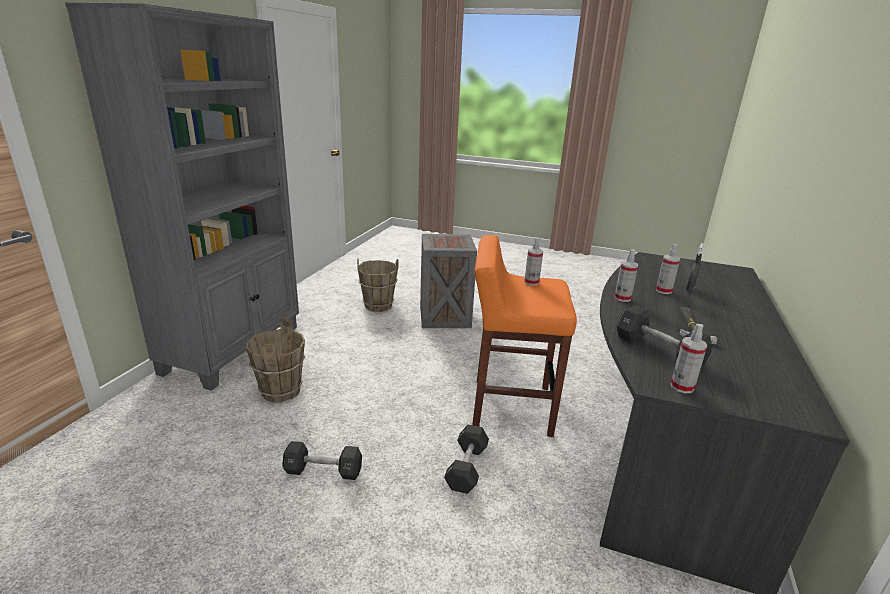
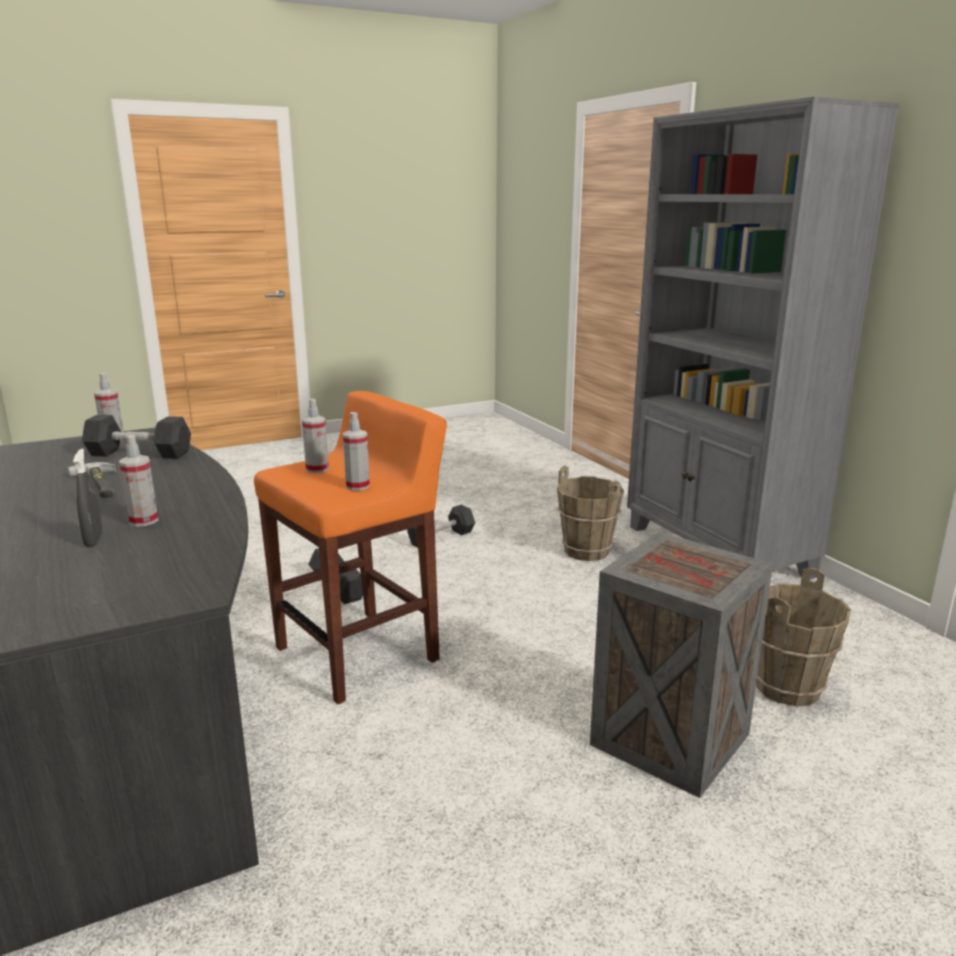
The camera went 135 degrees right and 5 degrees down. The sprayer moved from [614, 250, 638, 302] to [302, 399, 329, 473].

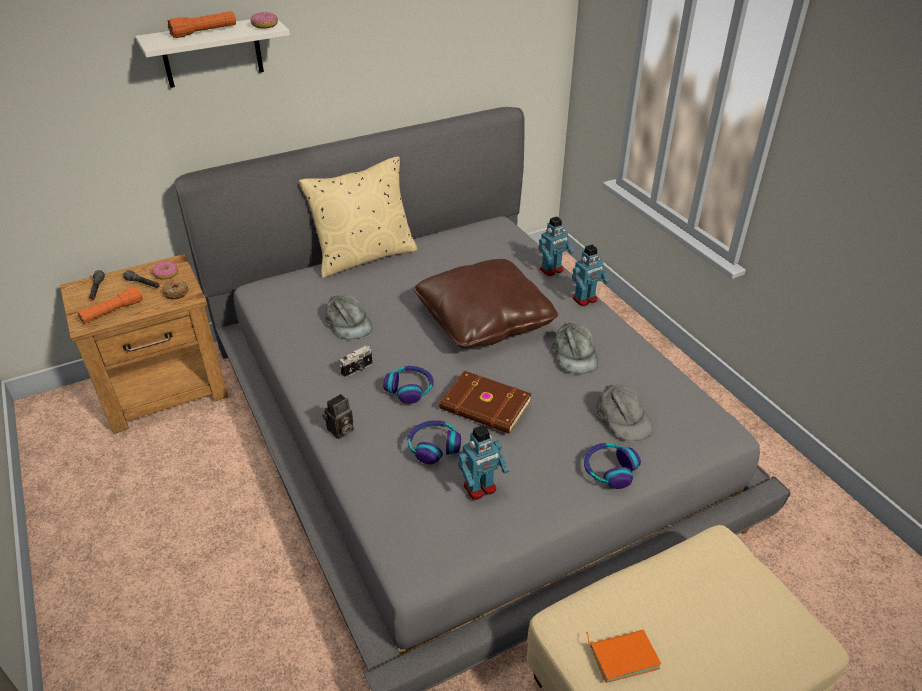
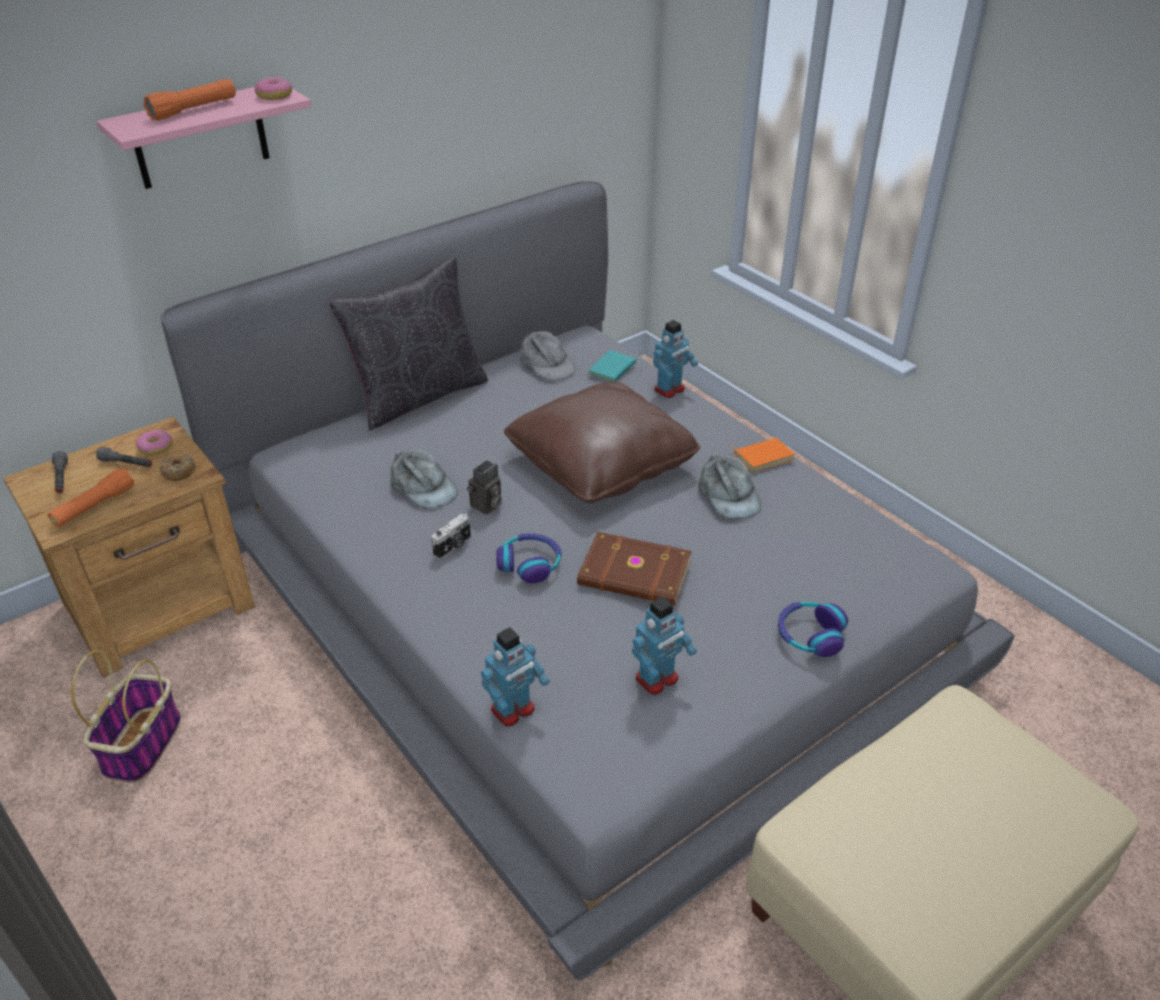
The camera went 10 degrees left and 0 degrees up. The headset at [407, 420, 461, 464] disappeared. The household basket at [71, 650, 181, 783] appeared. The book/blue-green at [588, 350, 644, 382] appeared. The still camera moved from [322, 394, 354, 439] to [467, 460, 502, 515]. The model robot moved from [572, 245, 609, 306] to [481, 627, 550, 727]. The book/orange moved from [586, 630, 661, 683] to [730, 438, 795, 472]. The baseball cap/grey moved from [596, 385, 653, 441] to [520, 331, 576, 380]. The shelf/whitish at [135, 19, 290, 88] became the shelf/pinkish at [96, 87, 311, 189]. The cushion/sand-coloured at [299, 157, 417, 278] became the cushion/blackish at [329, 258, 488, 430].

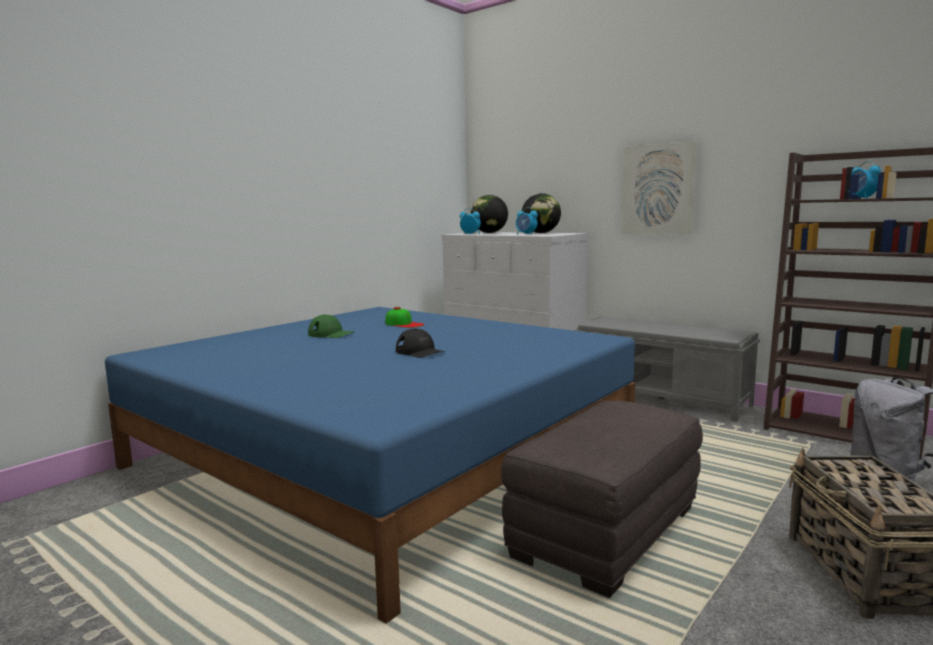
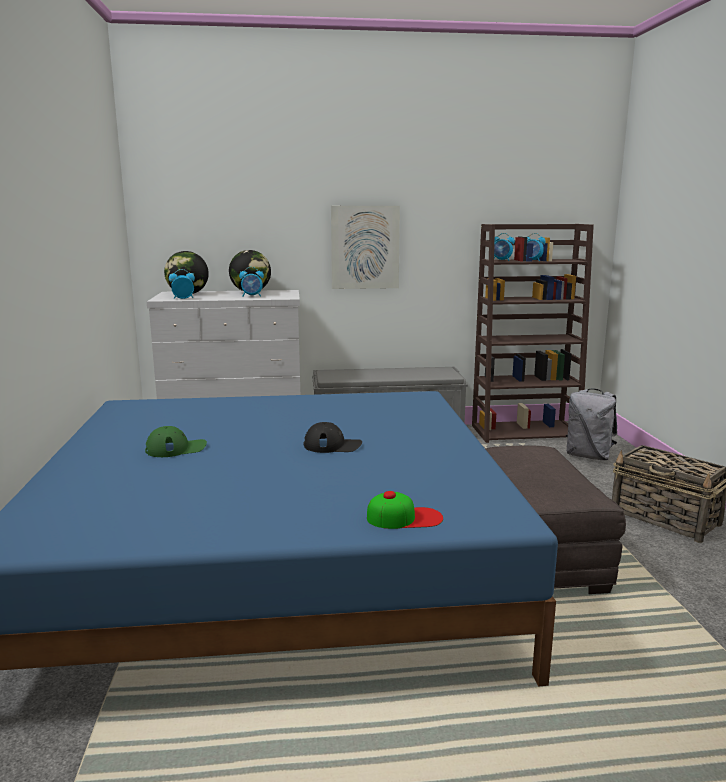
The camera went 45 degrees left and 5 degrees up. The bedside clock at [494, 233, 515, 261] appeared. The baseball cap moved from [385, 307, 424, 328] to [367, 491, 443, 529].

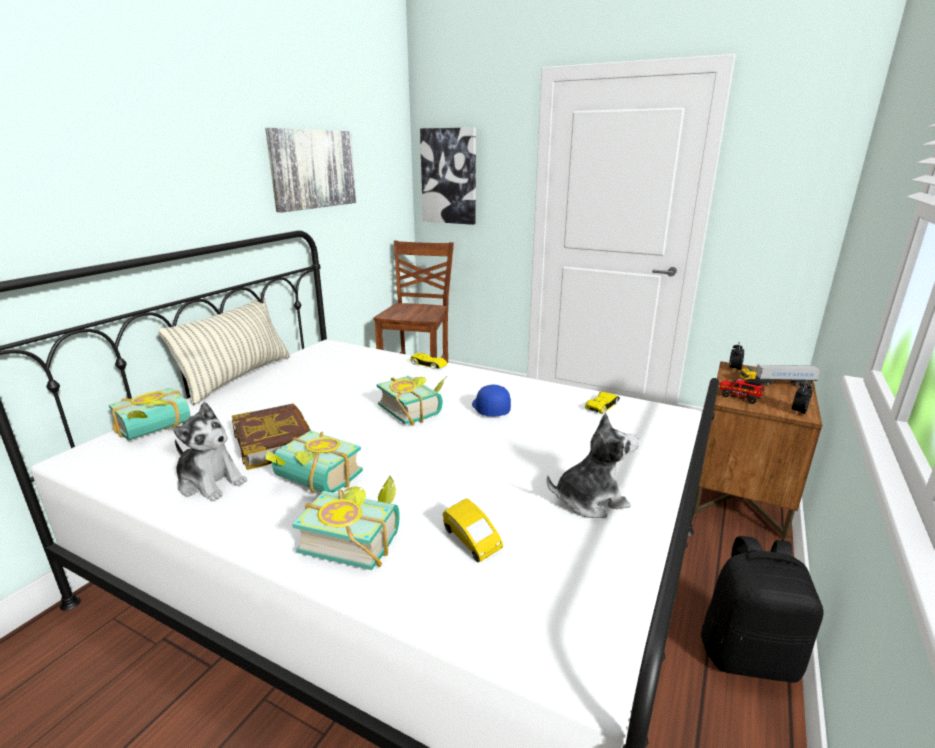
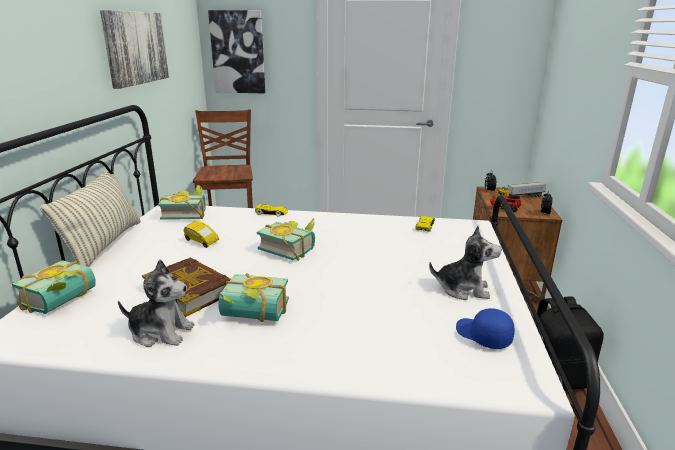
The camera went 20 degrees left and 0 degrees up. The book moved from [292, 476, 400, 570] to [158, 185, 206, 220]. The miniature car/yellow moved from [443, 498, 503, 562] to [184, 221, 219, 248]. The baseball cap/blue-coloured moved from [472, 385, 511, 417] to [456, 308, 515, 349]. The cuddly toy at [547, 413, 639, 518] turned 45 degrees clockwise.

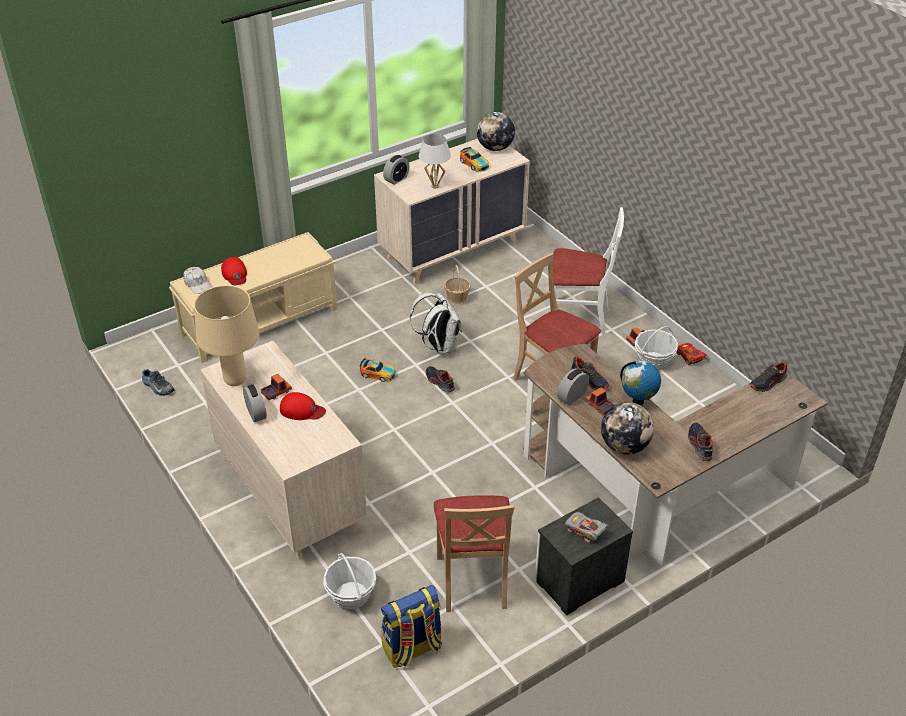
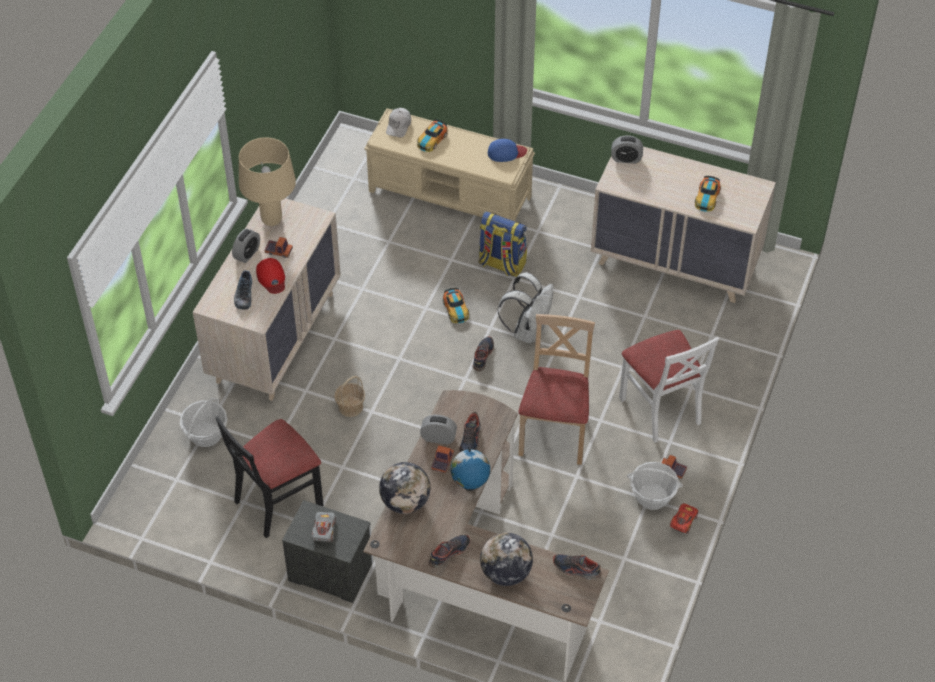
The camera went 55 degrees right and 10 degrees up. The table lamp/whitish at [419, 134, 451, 189] disappeared. The baseball cap/blue-coloured at [488, 139, 527, 162] appeared. The low shoe moved from [142, 369, 175, 396] to [234, 270, 252, 309]. The knapsack moved from [381, 585, 442, 668] to [478, 211, 527, 277]. The household basket moved from [444, 265, 470, 305] to [334, 376, 365, 417]. The world globe moved from [477, 112, 515, 151] to [480, 533, 533, 586]. The baseball cap/reddish at [221, 257, 247, 285] was replaced by the miniature car at [417, 119, 447, 152]. The chair/sand-coloured at [434, 495, 514, 612] became the chair/blackish at [216, 416, 324, 538].

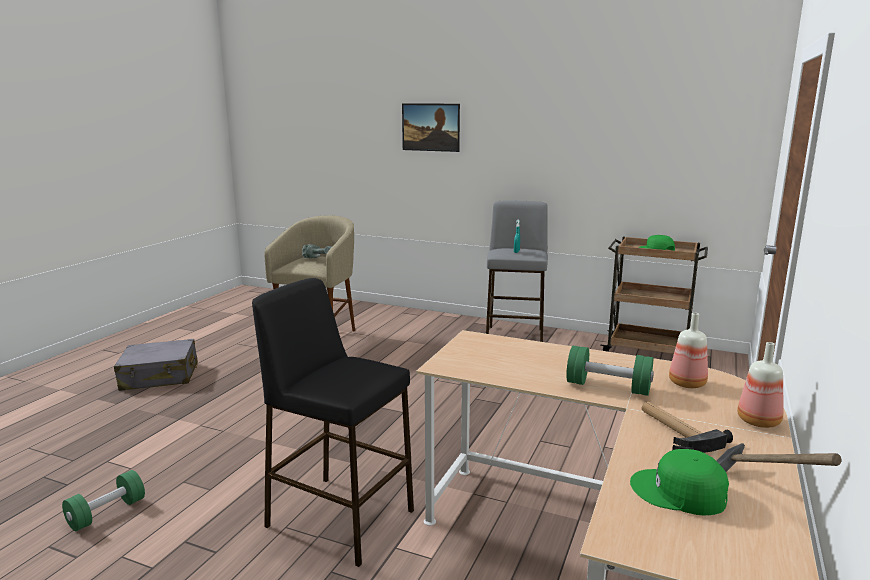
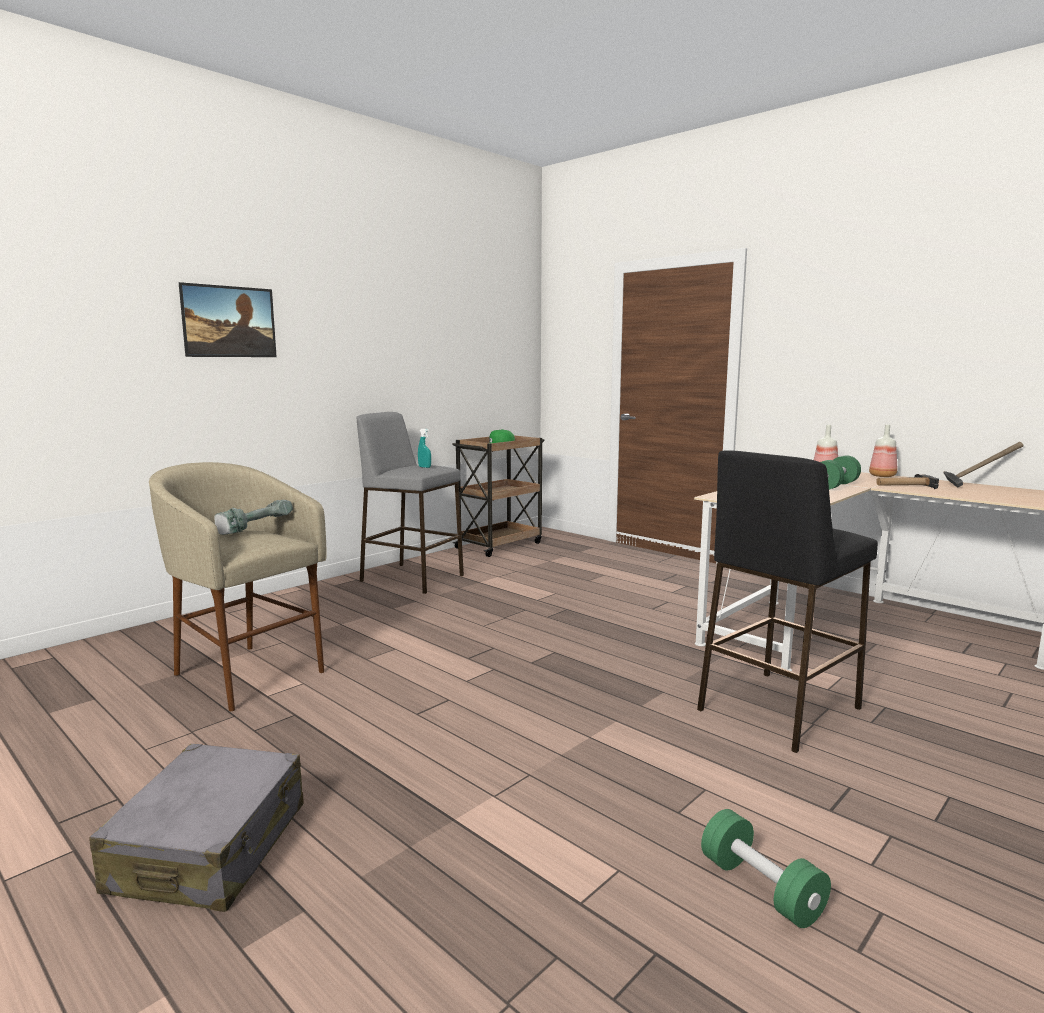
The camera went 70 degrees left and 5 degrees down. The baseball cap/green-coloured at [630, 449, 729, 515] disappeared.

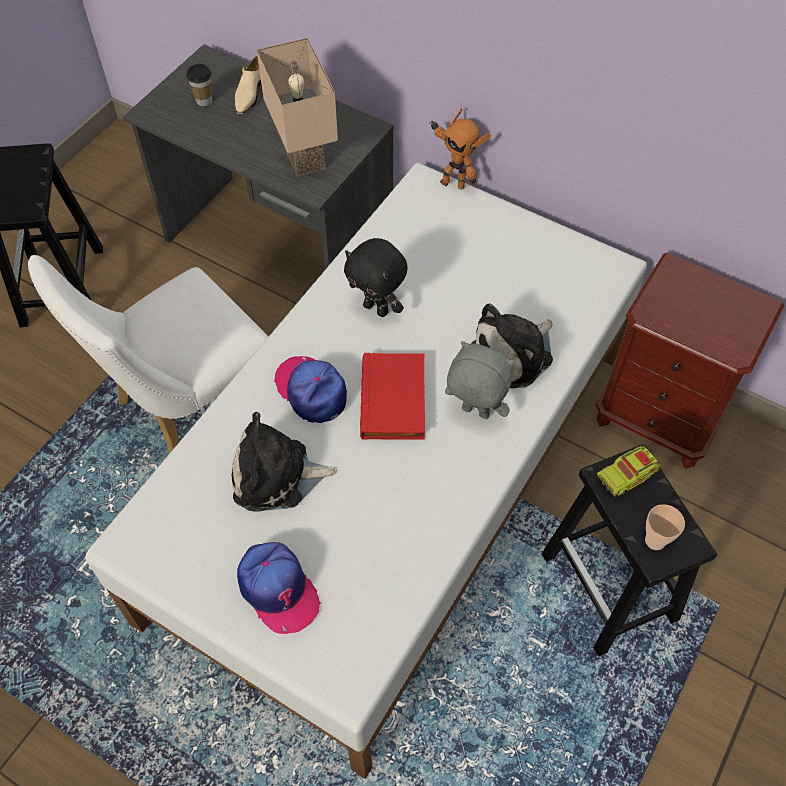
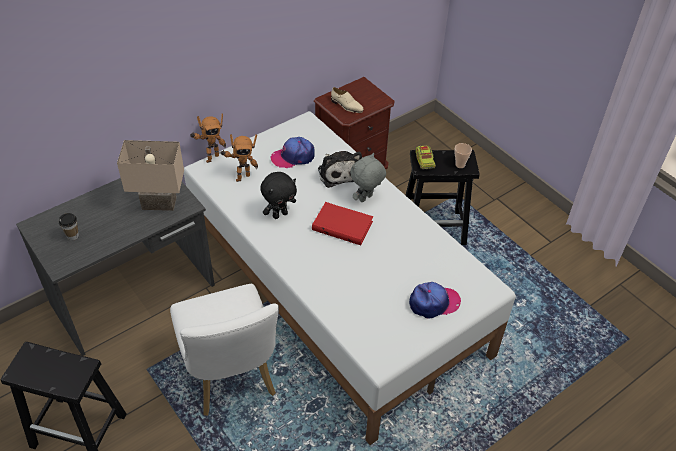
The camera went 70 degrees left and 10 degrees down. The cuddly toy at [232, 412, 337, 512] disappeared. The model robot at [221, 134, 258, 182] appeared. The low shoe/sand-coloured moved from [235, 56, 262, 114] to [331, 87, 364, 113]. The baseball cap moved from [274, 356, 347, 423] to [270, 137, 315, 168].

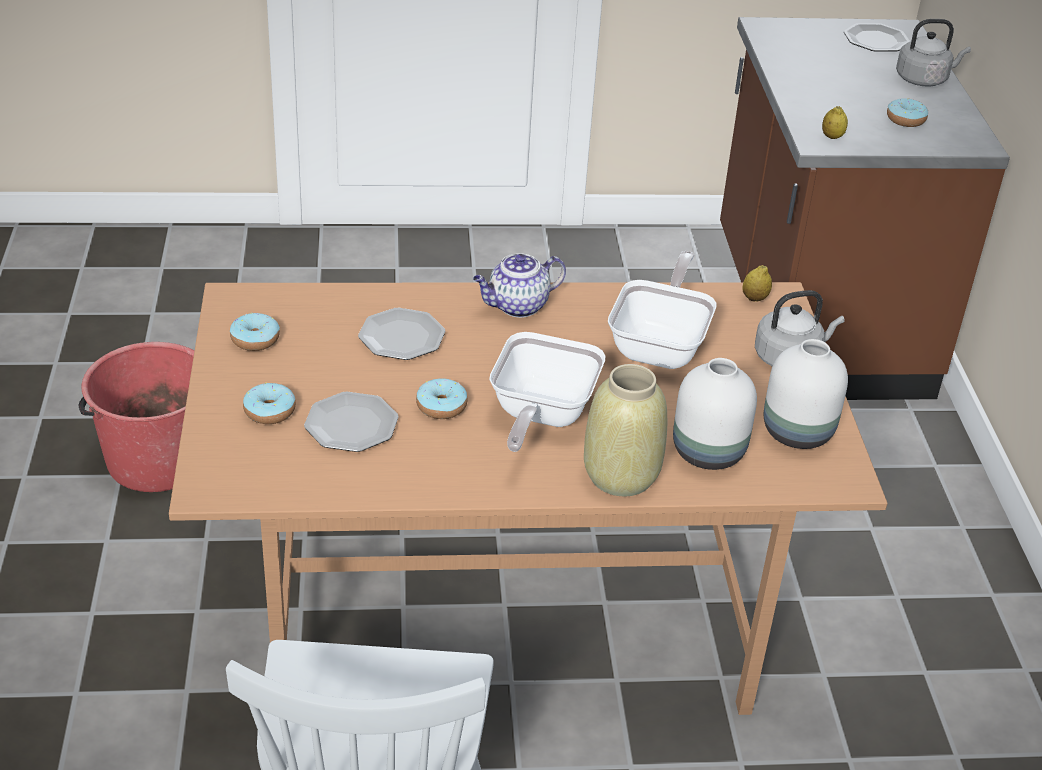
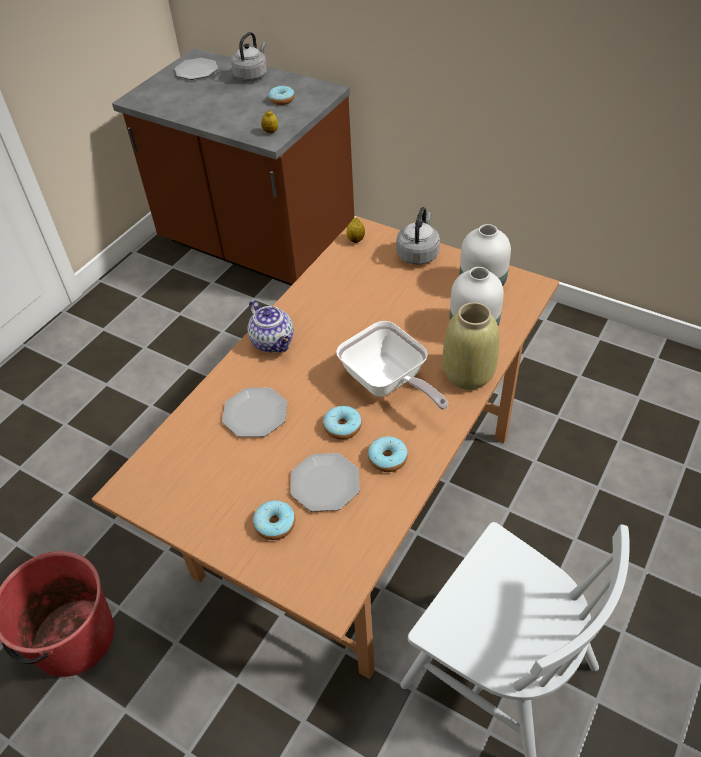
The camera went 50 degrees left and 10 degrees up. The frying pan at [608, 251, 717, 369] disappeared. The doughnut moved from [230, 313, 280, 351] to [368, 436, 408, 472]. The tea pot at [473, 253, 566, 318] turned 45 degrees counterclockwise.

